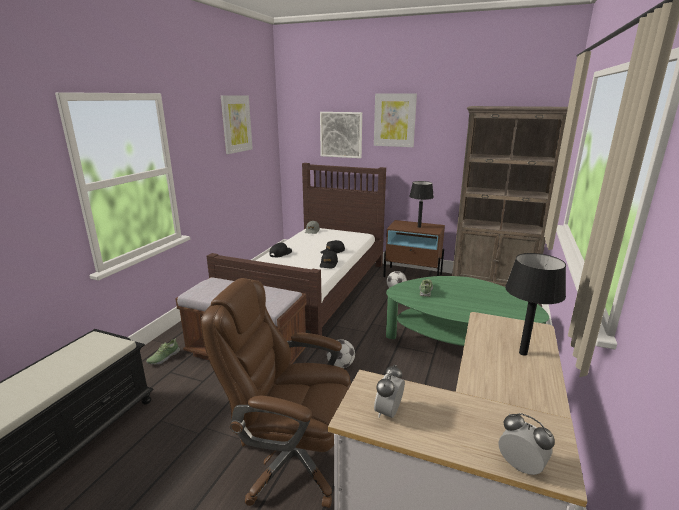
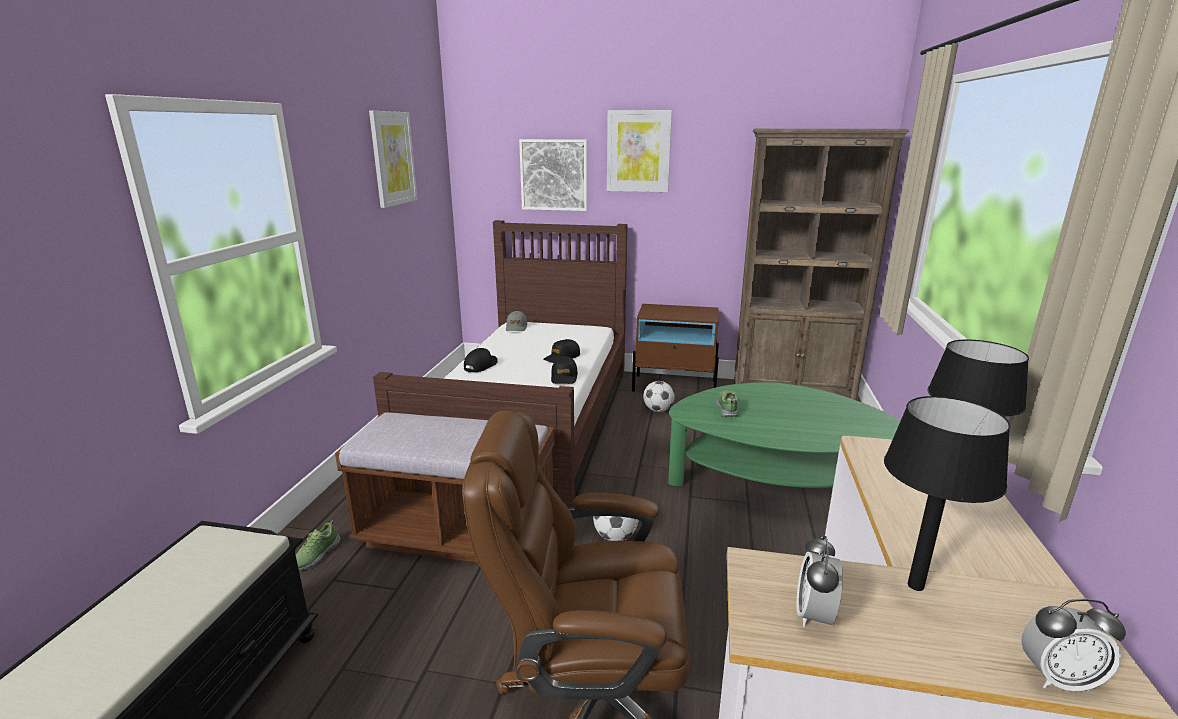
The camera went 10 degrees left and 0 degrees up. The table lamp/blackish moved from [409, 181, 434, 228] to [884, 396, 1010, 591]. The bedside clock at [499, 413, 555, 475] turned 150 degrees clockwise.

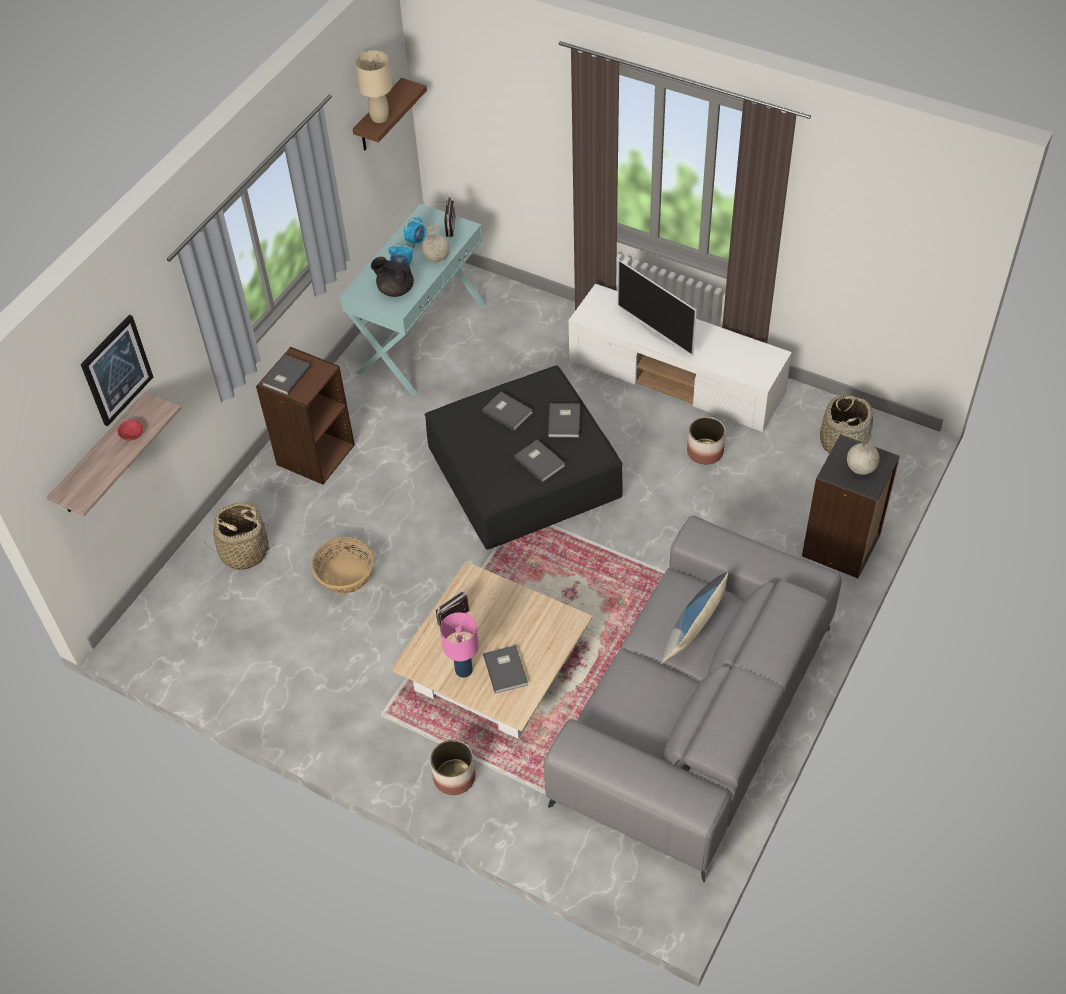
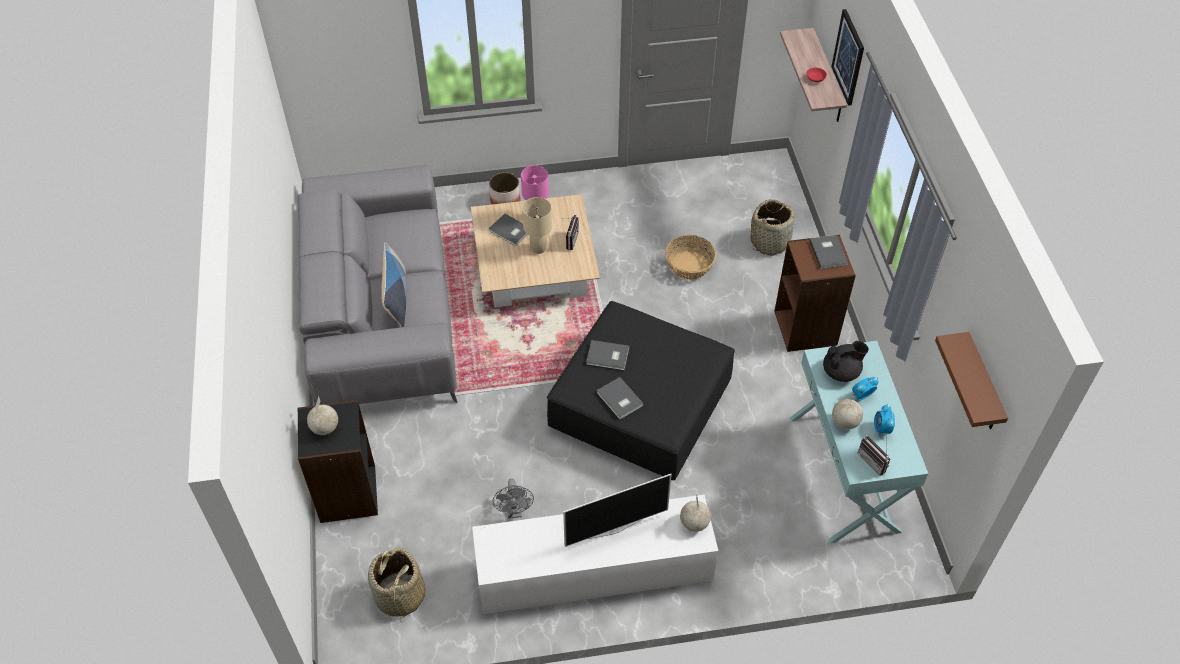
The camera went 140 degrees right and 0 degrees up. The book/grey at [482, 392, 533, 430] disappeared. The world globe at [680, 496, 711, 532] appeared. The table lamp/sand-coloured moved from [355, 50, 392, 123] to [522, 197, 552, 254]. The planter at [687, 417, 725, 465] was replaced by the electric fan/grey at [493, 478, 534, 519]. The TV at [618, 259, 697, 356] turned 150 degrees clockwise.

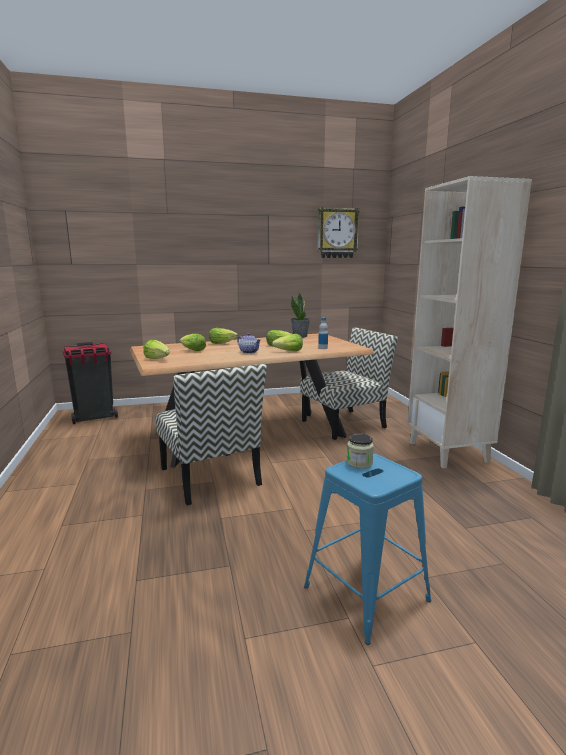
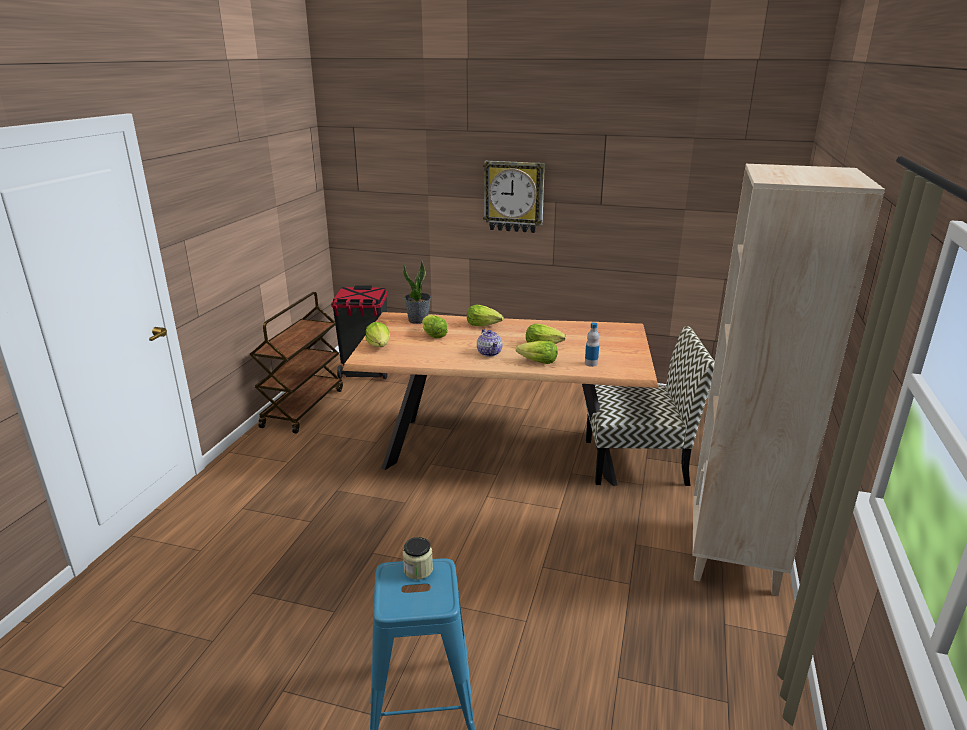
The camera went 30 degrees right and 10 degrees up. The chair at [156, 364, 267, 505] disappeared. The wheeled cart/brownish at [249, 292, 343, 434] appeared. The plant in a pot moved from [291, 292, 310, 338] to [403, 260, 431, 324]. The wall clock moved from [317, 207, 360, 258] to [483, 161, 545, 233].

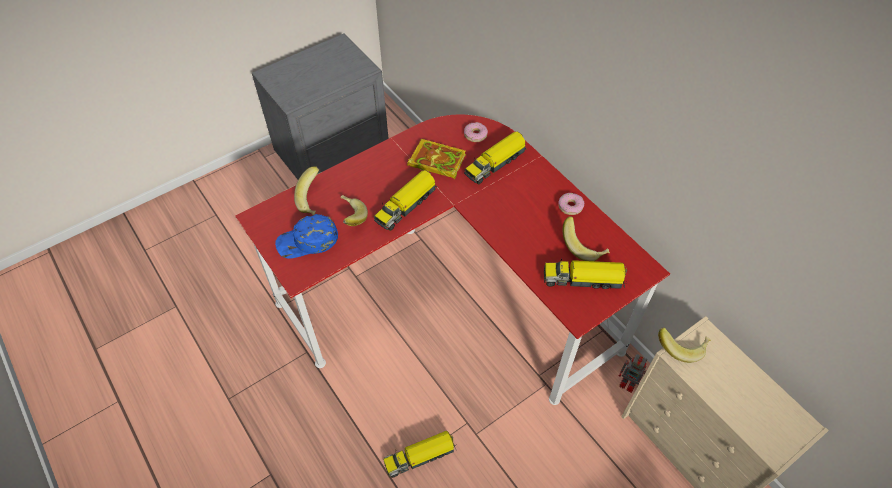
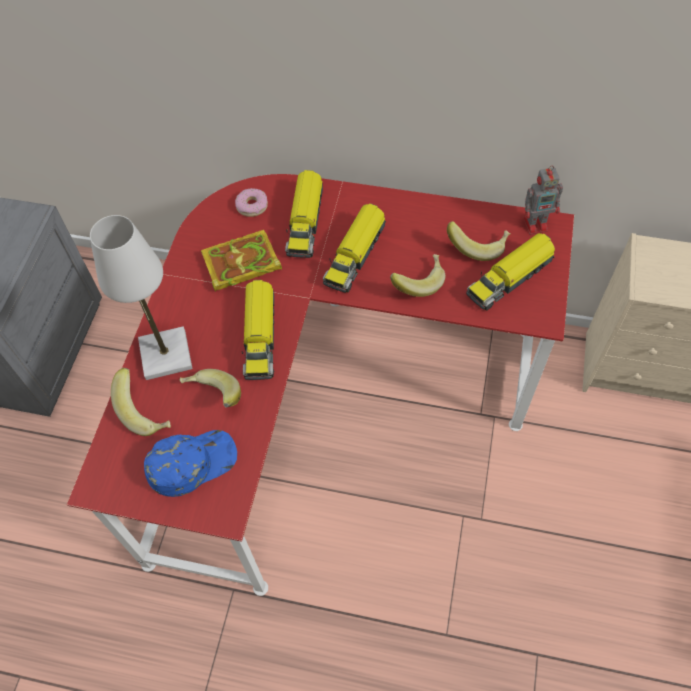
The camera went 40 degrees left and 5 degrees up. The doughnut at [558, 193, 584, 215] disappeared. The table lamp/whitish at [90, 215, 192, 380] appeared. The toy truck moved from [384, 431, 456, 478] to [322, 203, 386, 293]. The model robot moved from [619, 354, 647, 393] to [523, 165, 563, 235]. The banana fruit moved from [658, 327, 711, 363] to [390, 254, 445, 297]. The baseball cap/blue-coloured at [275, 214, 338, 259] turned 150 degrees counterclockwise.

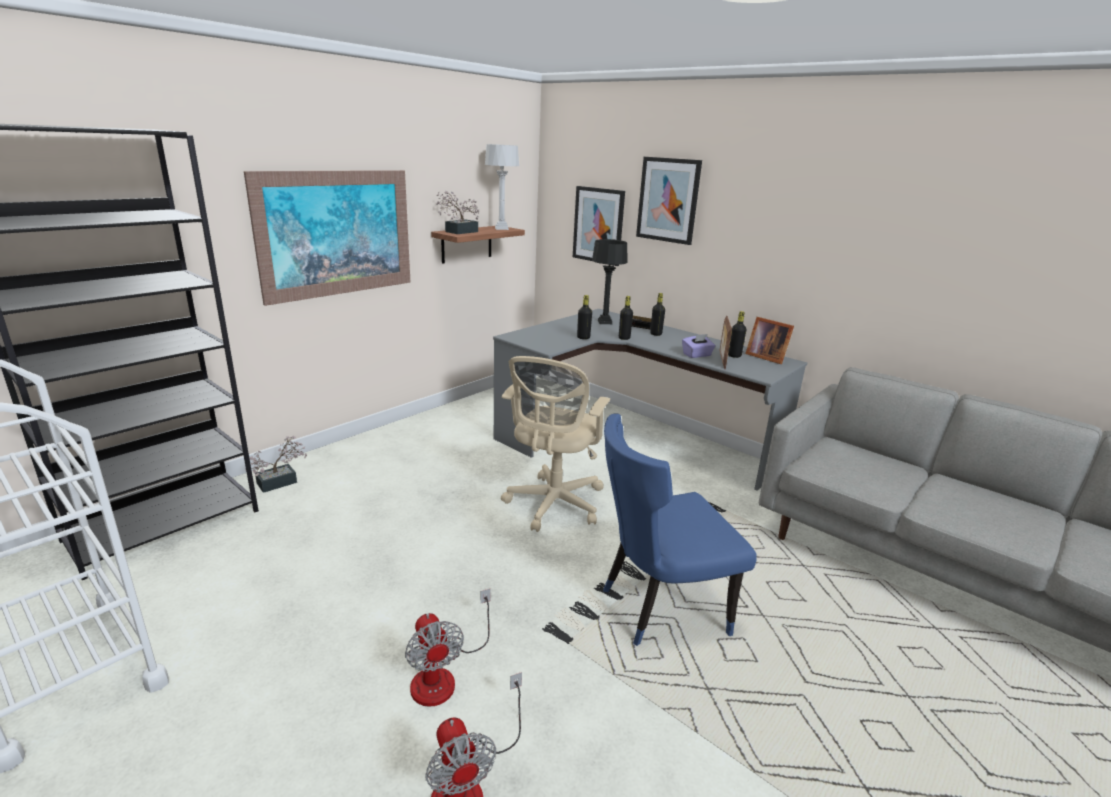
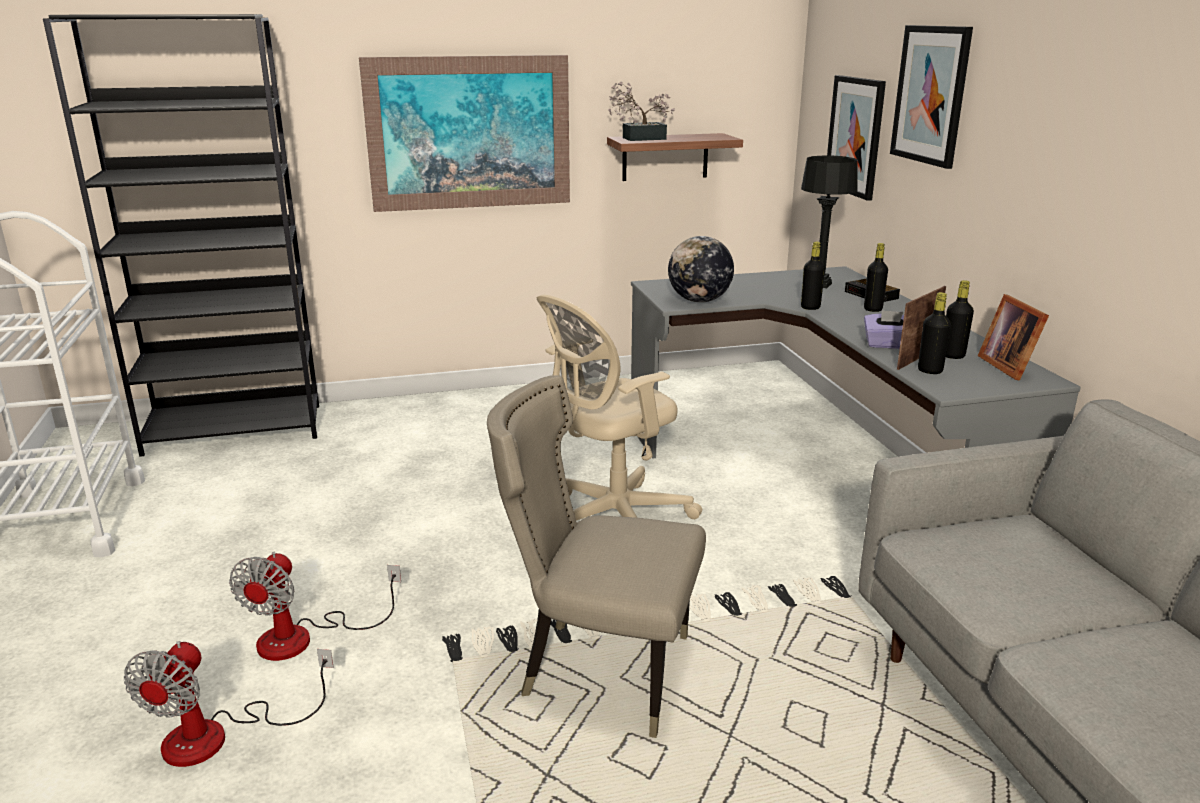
The camera went 35 degrees right and 0 degrees up. The plant in a pot at [245, 436, 307, 493] disappeared. The table lamp/grey at [485, 144, 519, 230] disappeared. The world globe at [668, 236, 734, 303] appeared. The bottle/blackish moved from [577, 295, 592, 339] to [918, 292, 951, 374]. The chair/blue-coloured at [603, 414, 757, 646] became the chair/sand-coloured at [487, 375, 706, 738].

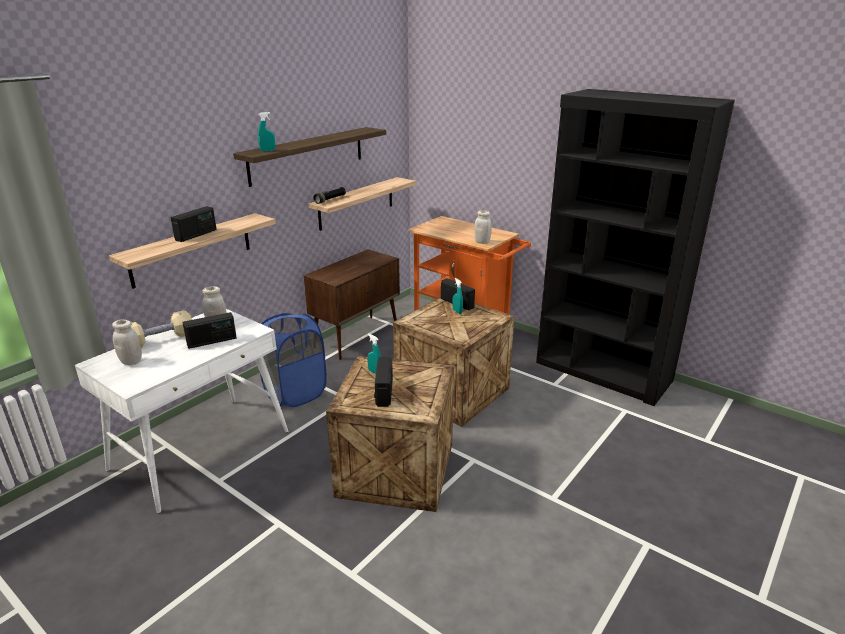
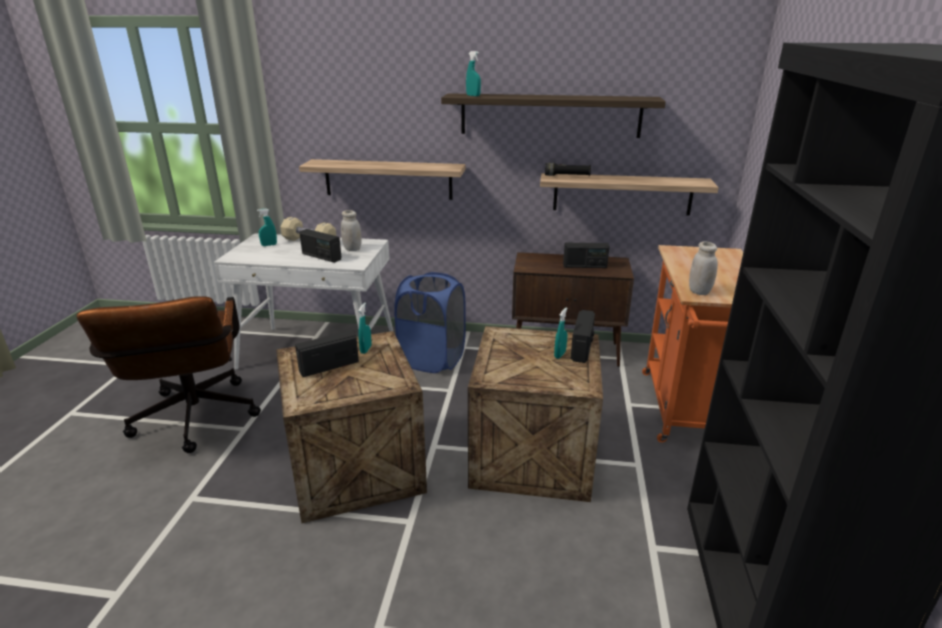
The camera went 60 degrees right and 0 degrees up. The desk chair/brownish at [77, 296, 261, 453] appeared. The radio moved from [171, 206, 217, 242] to [563, 243, 610, 268]. The preserve jar/whitish at [112, 320, 142, 365] was replaced by the sprayer/blue-green at [257, 209, 277, 246].

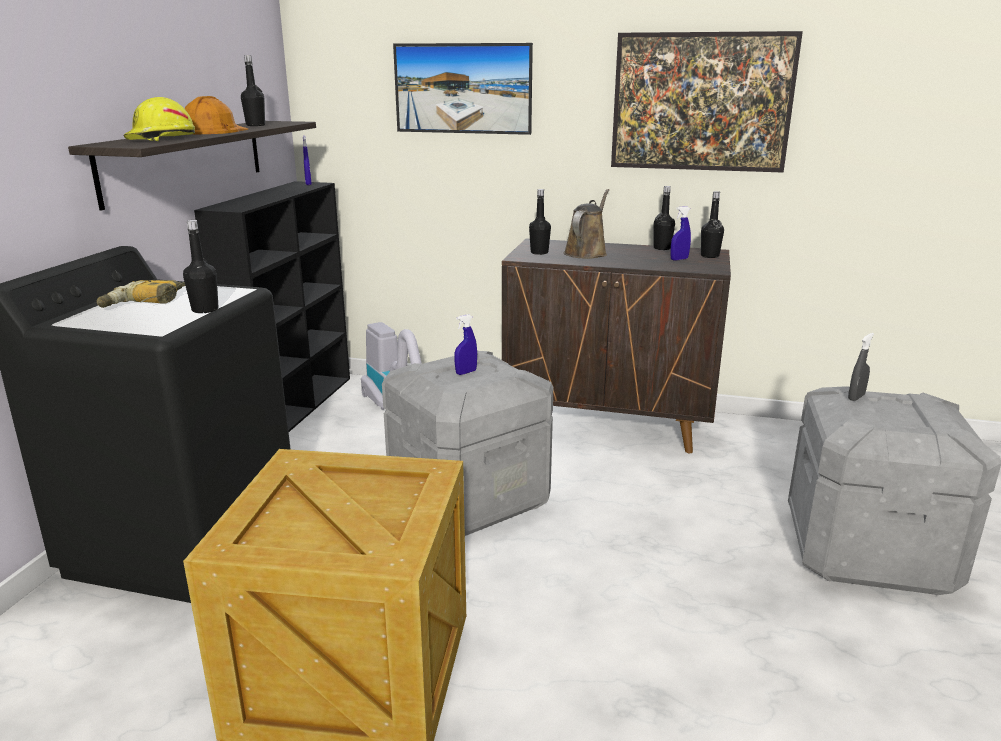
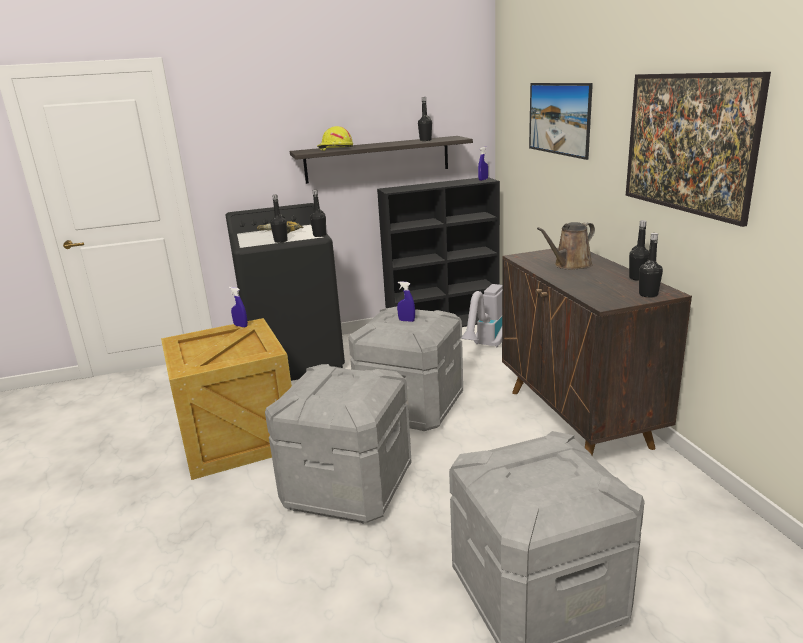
The camera went 60 degrees right and 0 degrees up. The safety helmet/orange at [184, 96, 249, 134] disappeared. The sprayer/grey at [848, 333, 874, 401] disappeared. The storage box/grey at [265, 364, 412, 524] appeared. The bottle/blackish moved from [529, 189, 551, 255] to [310, 190, 326, 237]. The sprayer/blue-coloured moved from [670, 206, 691, 260] to [229, 287, 248, 328]. The sprinkling can/brownish at [564, 189, 609, 259] turned 150 degrees clockwise.

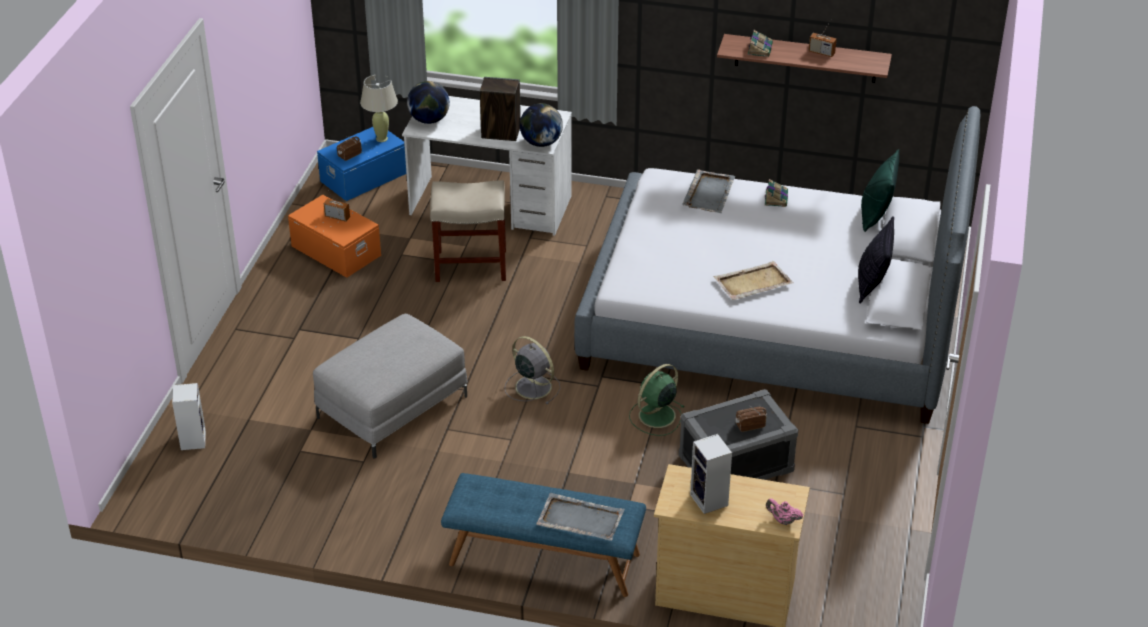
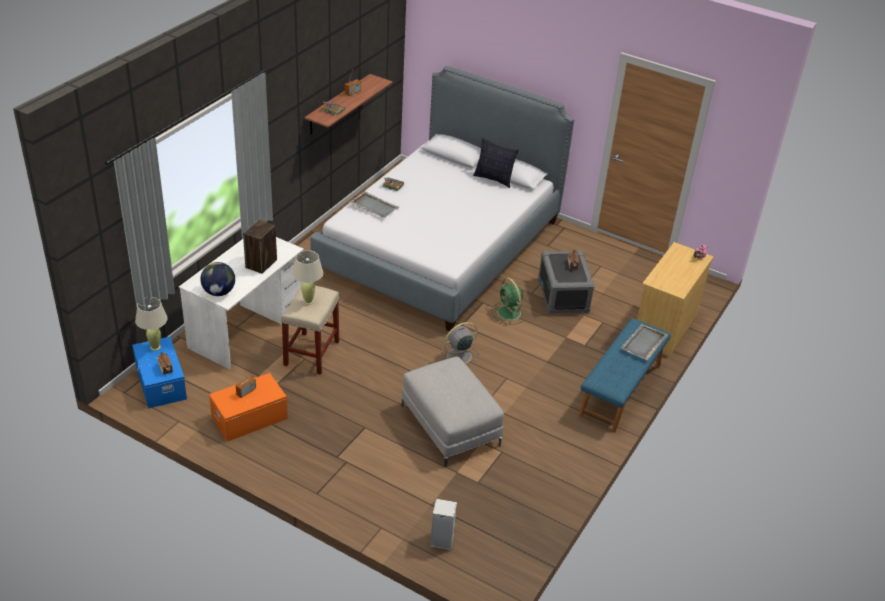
The camera went 75 degrees left and 0 degrees up. The world globe at [520, 103, 563, 147] disappeared. The speaker at [690, 434, 732, 514] disappeared. The tray/sand-coloured at [713, 261, 793, 300] disappeared. The cushion/green-coloured at [861, 149, 899, 232] disappeared. The table lamp/sand-coloured at [292, 250, 324, 305] appeared.

